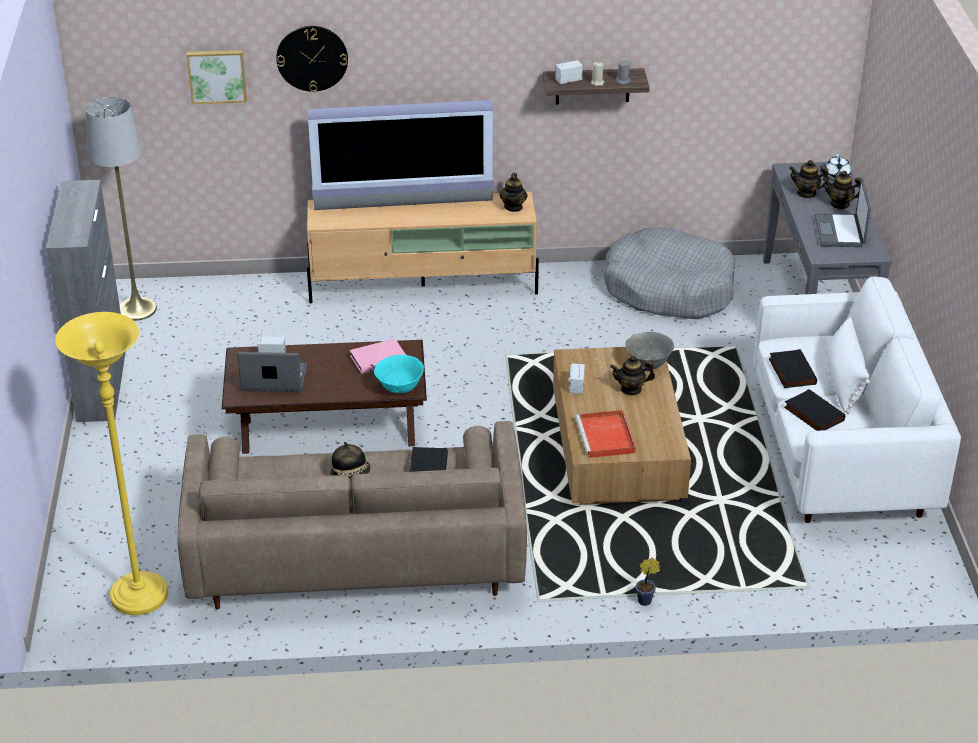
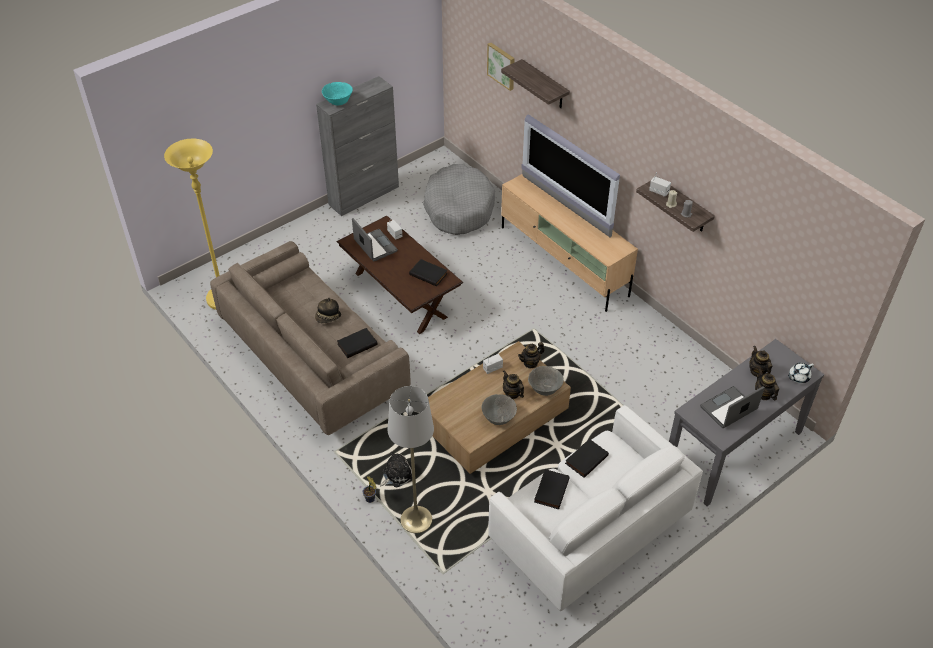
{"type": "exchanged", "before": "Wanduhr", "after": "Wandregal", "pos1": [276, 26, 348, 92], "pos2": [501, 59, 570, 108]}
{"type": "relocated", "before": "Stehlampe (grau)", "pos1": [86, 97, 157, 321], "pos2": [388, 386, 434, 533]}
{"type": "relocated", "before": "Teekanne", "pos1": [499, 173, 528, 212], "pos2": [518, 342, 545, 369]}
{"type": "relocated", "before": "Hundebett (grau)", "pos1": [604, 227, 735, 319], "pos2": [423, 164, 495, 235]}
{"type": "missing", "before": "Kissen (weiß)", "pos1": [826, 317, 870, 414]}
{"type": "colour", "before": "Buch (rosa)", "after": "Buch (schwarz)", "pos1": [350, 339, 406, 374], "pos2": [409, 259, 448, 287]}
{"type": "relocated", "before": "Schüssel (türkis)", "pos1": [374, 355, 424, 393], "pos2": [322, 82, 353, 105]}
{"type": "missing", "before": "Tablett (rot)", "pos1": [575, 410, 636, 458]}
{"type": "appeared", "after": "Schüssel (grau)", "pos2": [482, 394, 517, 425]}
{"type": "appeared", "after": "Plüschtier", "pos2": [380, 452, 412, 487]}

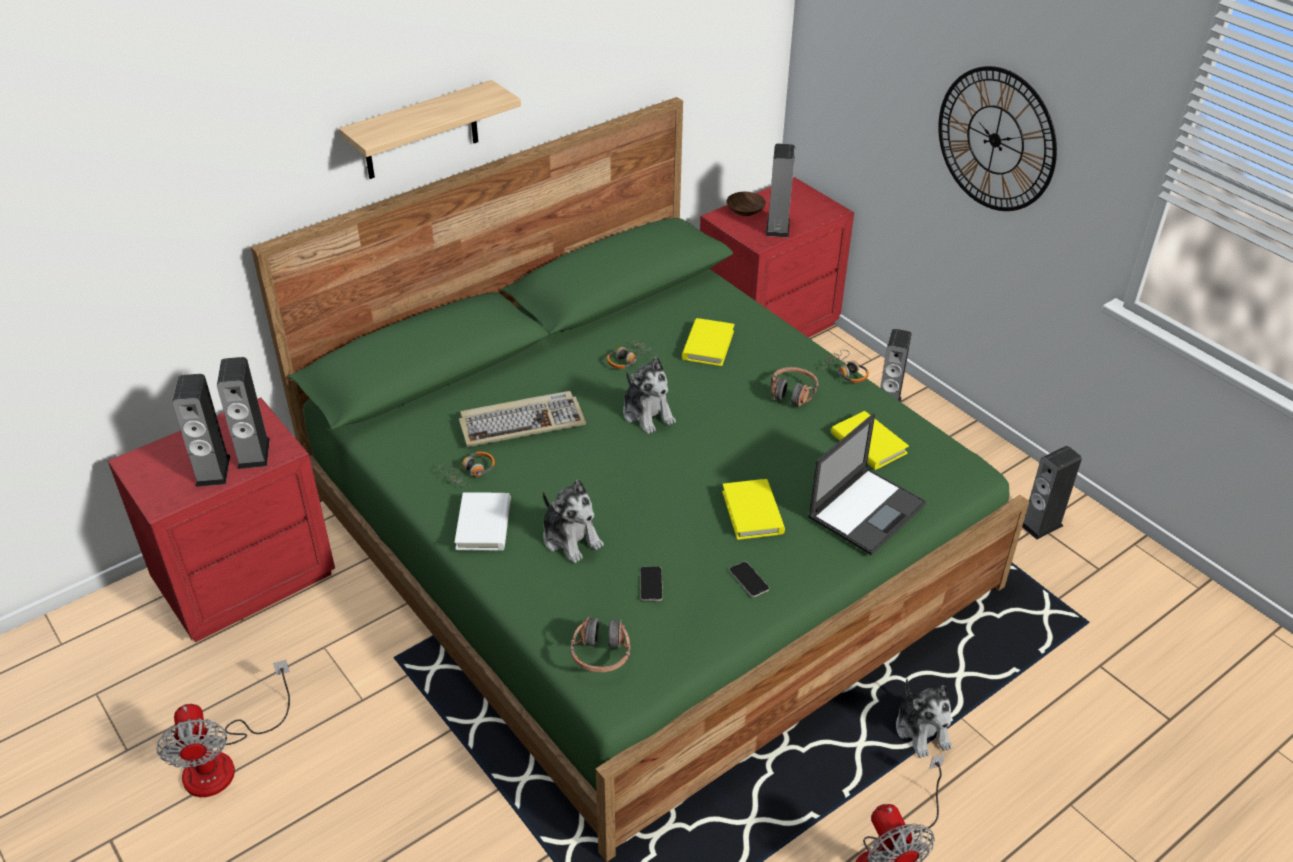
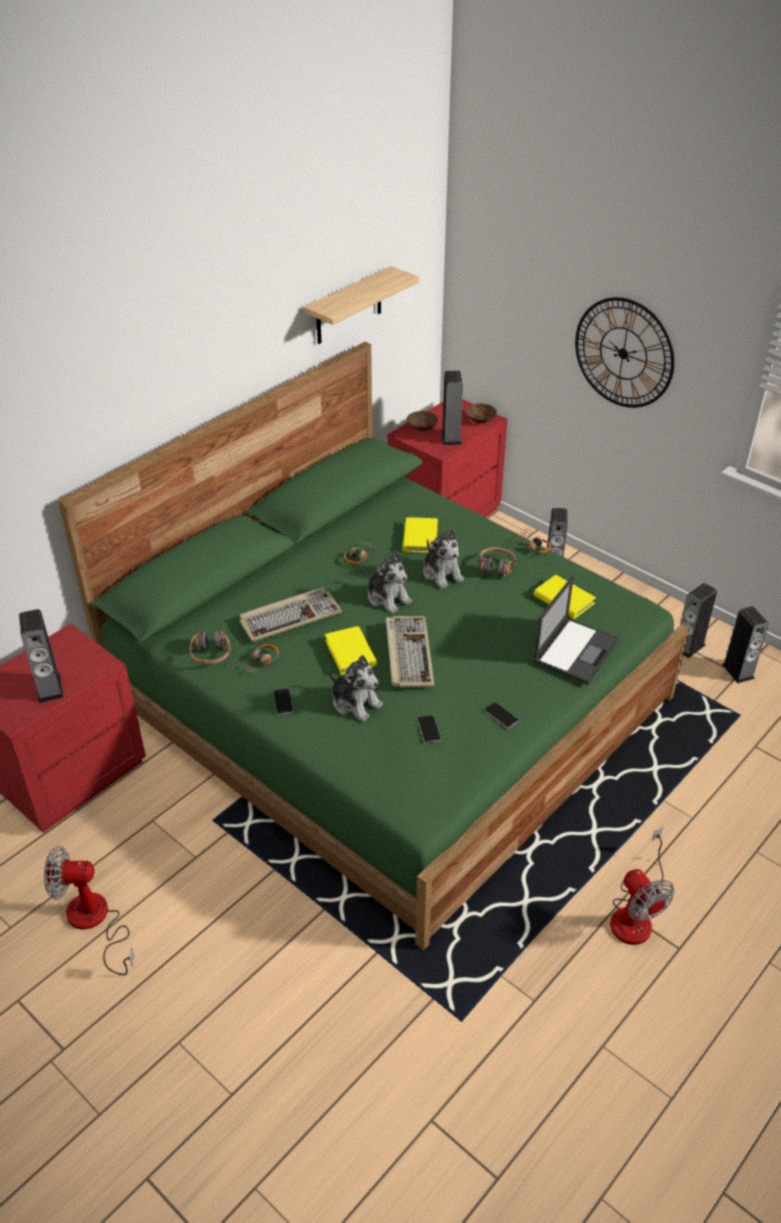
{"type": "relocated", "before": "Wandregal", "pos1": [339, 80, 521, 179], "pos2": [303, 266, 420, 344]}
{"type": "relocated", "before": "Lautsprecher", "pos1": [217, 357, 270, 469], "pos2": [722, 606, 769, 683]}
{"type": "relocated", "before": "Buch (gelb)", "pos1": [722, 479, 785, 540], "pos2": [325, 626, 377, 675]}
{"type": "exchanged", "before": "Buch (weiß)", "after": "Handy", "pos1": [454, 492, 511, 551], "pos2": [274, 688, 293, 715]}
{"type": "relocated", "before": "Kopfhörer", "pos1": [570, 617, 631, 672], "pos2": [189, 630, 231, 664]}
{"type": "spun", "before": "Ventilator", "pos1": [156, 660, 290, 797], "pos2": [44, 846, 134, 975], "turn": 120}
{"type": "relocated", "before": "Plüschtier", "pos1": [896, 679, 952, 758], "pos2": [423, 528, 464, 589]}
{"type": "appeared", "after": "Schüssel (braun)", "pos2": [465, 403, 497, 423]}
{"type": "appeared", "after": "Tastatur", "pos2": [386, 616, 434, 687]}

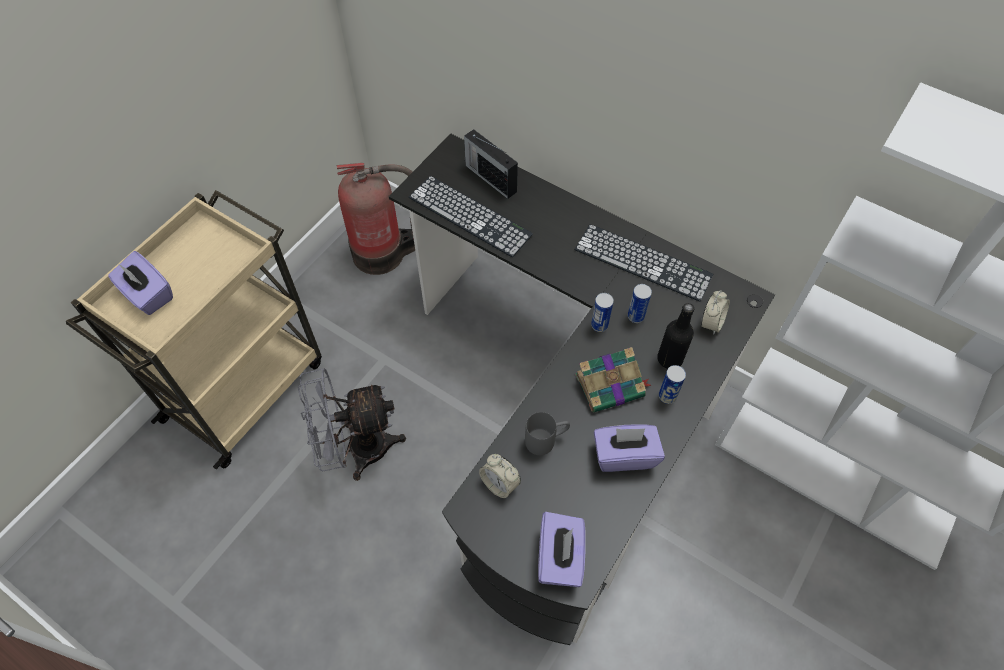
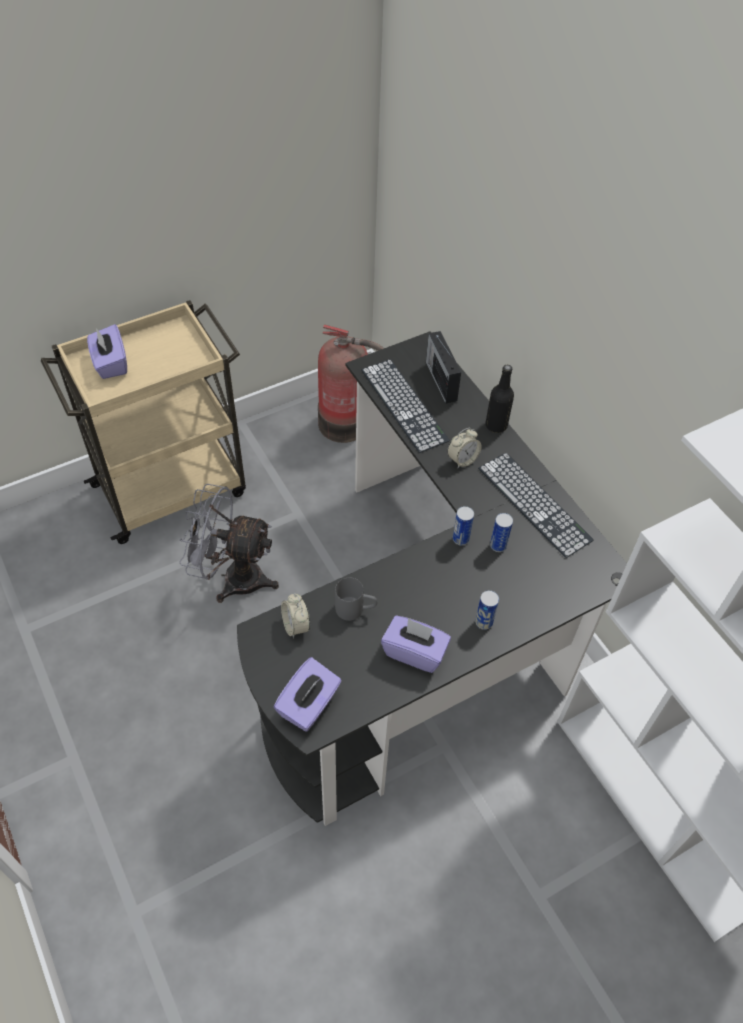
{"type": "relocated", "before": "Wecker", "pos1": [701, 290, 730, 335], "pos2": [447, 428, 482, 468]}
{"type": "relocated", "before": "Flasche (schwarz)", "pos1": [657, 303, 694, 369], "pos2": [485, 365, 514, 433]}
{"type": "missing", "before": "Buch", "pos1": [575, 347, 651, 413]}

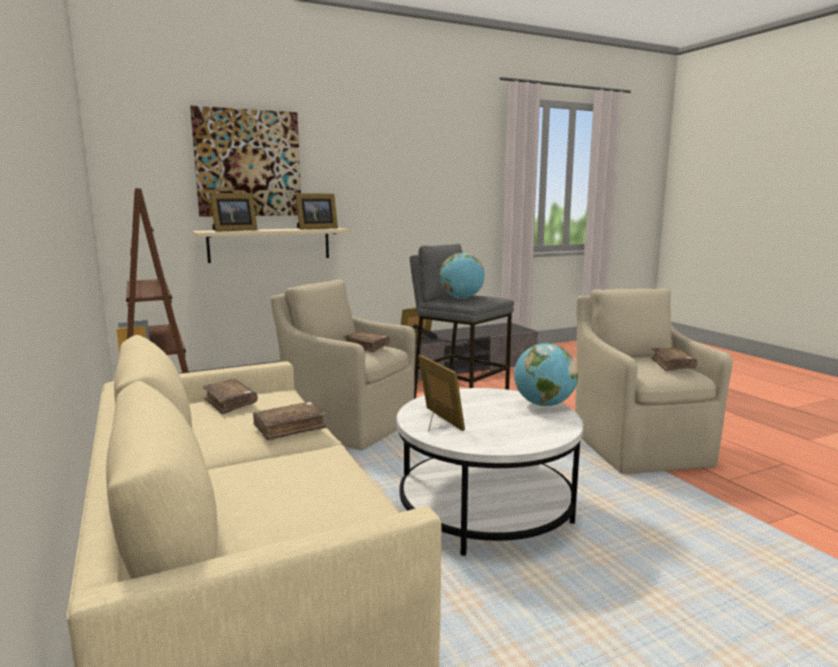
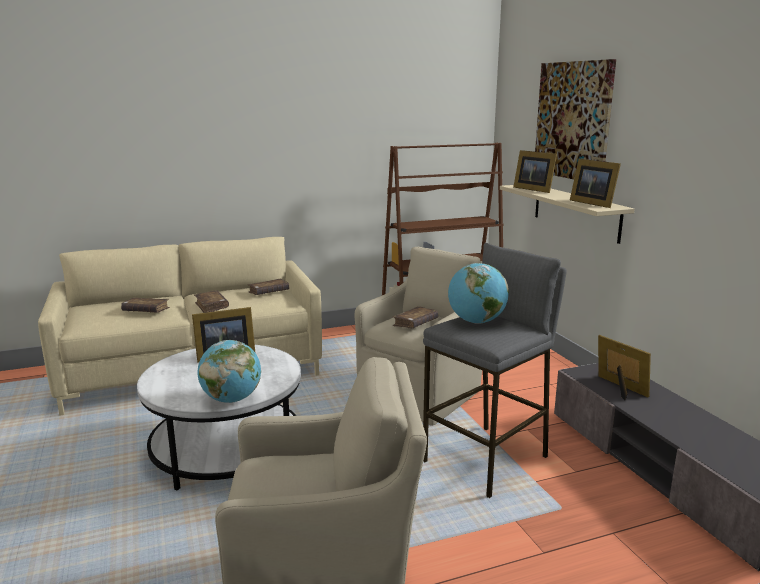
{"type": "relocated", "before": "Buch (braun)", "pos1": [651, 348, 697, 371], "pos2": [121, 298, 170, 313]}

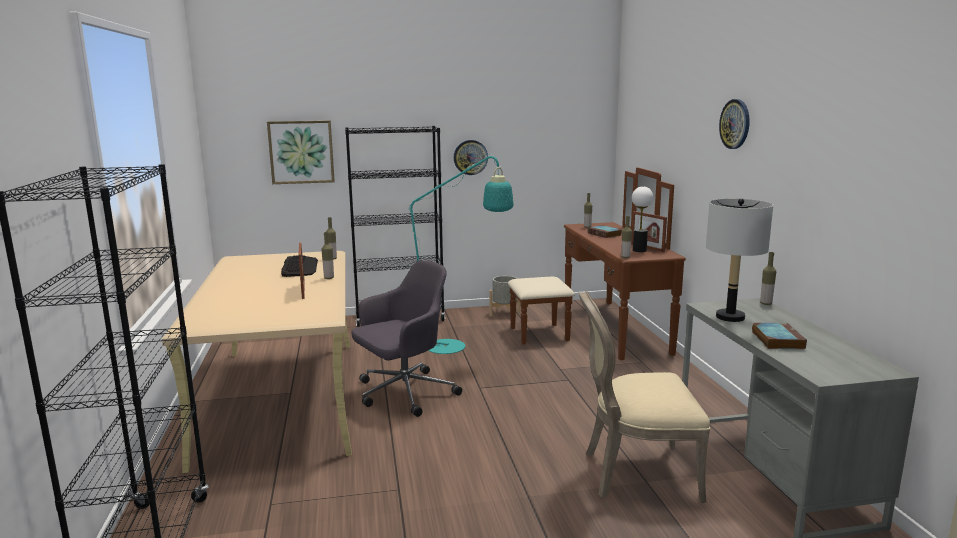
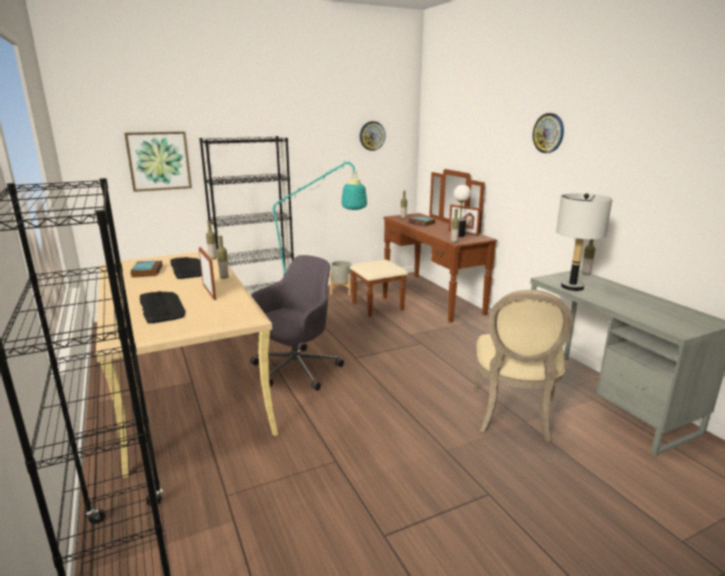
{"type": "relocated", "before": "Wanduhr", "pos1": [454, 140, 488, 175], "pos2": [360, 121, 386, 151]}
{"type": "spun", "before": "Stuhl (beige)", "pos1": [579, 291, 710, 503], "pos2": [474, 290, 573, 442], "turn": -60}
{"type": "relocated", "before": "Buch", "pos1": [752, 323, 807, 349], "pos2": [131, 260, 162, 278]}
{"type": "appeared", "after": "Tastatur", "pos2": [140, 291, 186, 324]}

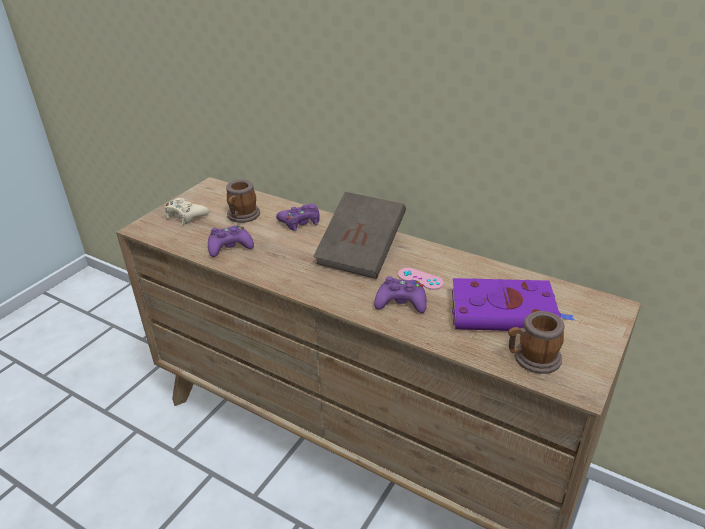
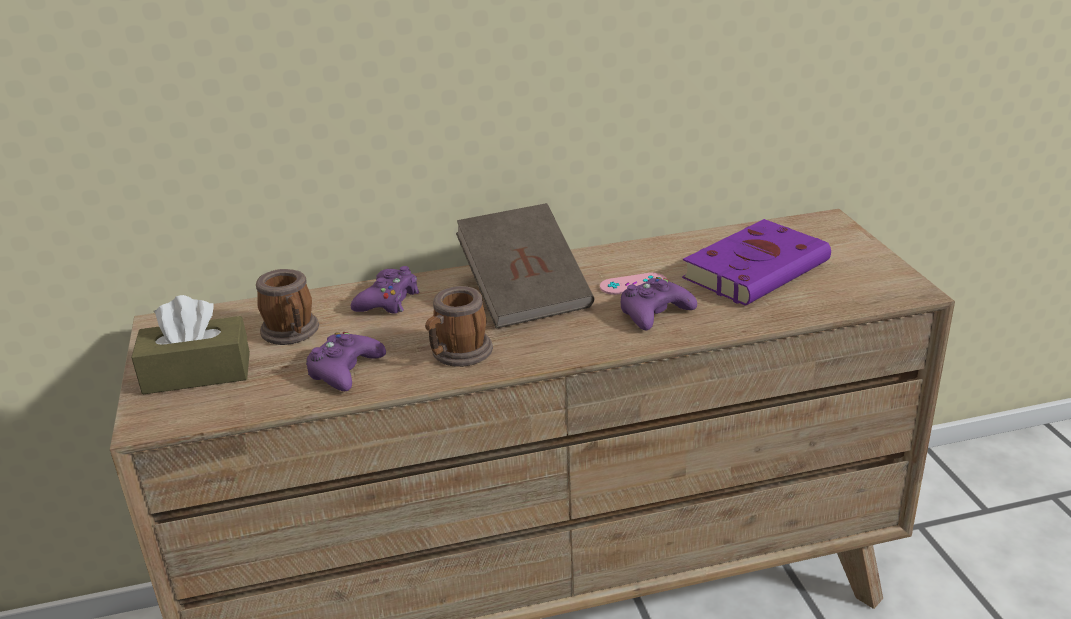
{"type": "exchanged", "before": "Gamepad (beige)", "after": "Taschentuchbox (braun)", "pos1": [165, 198, 209, 224], "pos2": [131, 295, 250, 394]}
{"type": "relocated", "before": "Henkelbecher", "pos1": [508, 311, 565, 374], "pos2": [425, 286, 493, 367]}

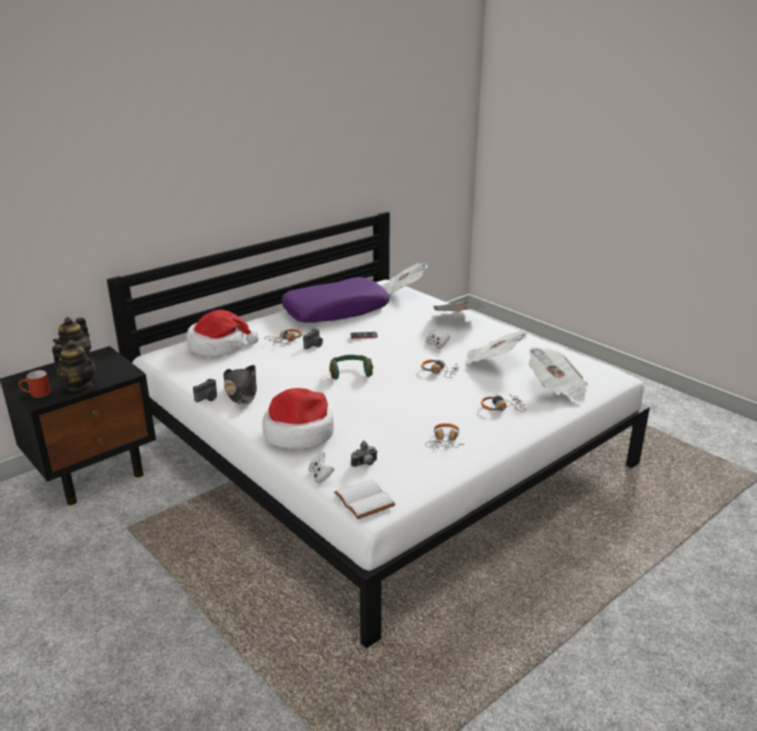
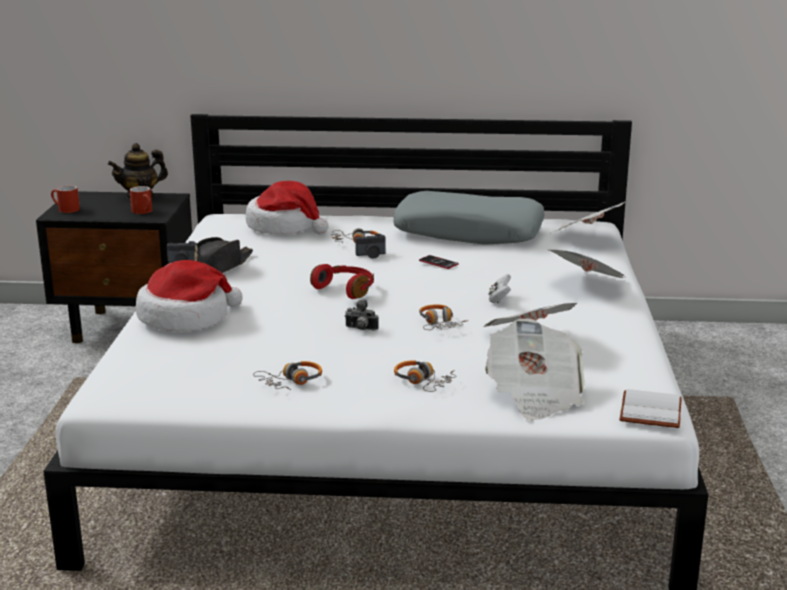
{"type": "colour", "before": "Kissen (lila)", "after": "Kissen (grau)", "pos1": [281, 277, 389, 323], "pos2": [393, 191, 544, 245]}
{"type": "missing", "before": "Teekanne", "pos1": [52, 340, 95, 392]}
{"type": "colour", "before": "Kopfhörer (grün)", "after": "Kopfhörer (rot)", "pos1": [329, 355, 373, 380], "pos2": [310, 264, 374, 299]}
{"type": "relocated", "before": "Kamera", "pos1": [351, 441, 378, 467], "pos2": [345, 300, 379, 331]}
{"type": "missing", "before": "Gamepad (weiß)", "pos1": [309, 451, 334, 483]}
{"type": "relocated", "before": "Buch (weiß)", "pos1": [334, 479, 396, 519], "pos2": [620, 389, 681, 428]}
{"type": "appeared", "after": "Henkelbecher (rot)", "pos2": [130, 186, 152, 214]}

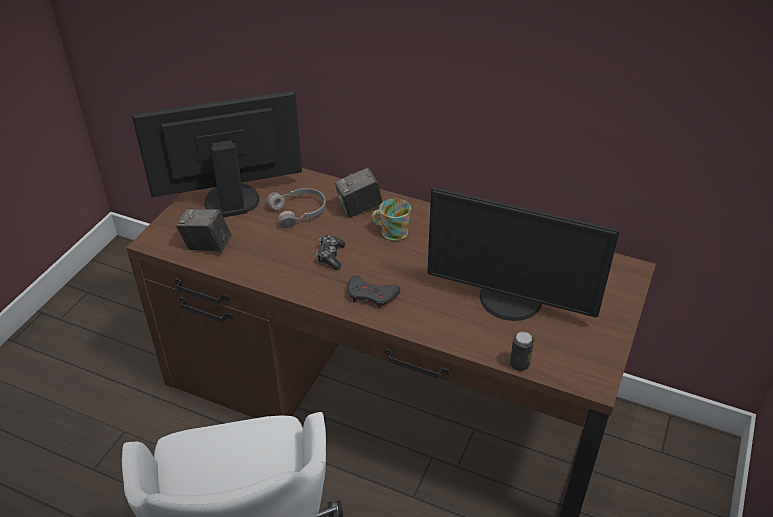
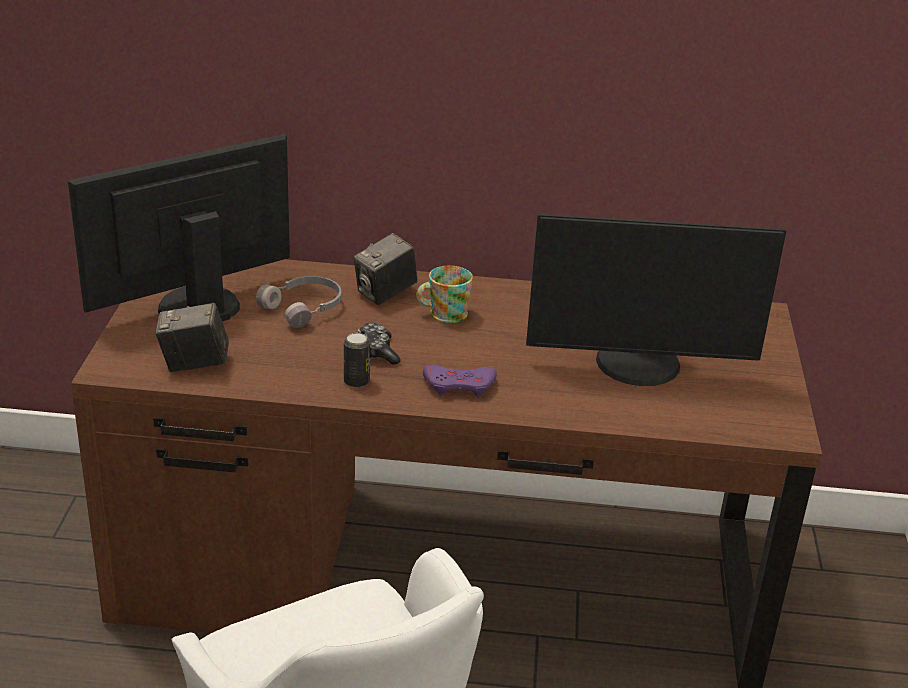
{"type": "colour", "before": "Gamepad (grau)", "after": "Gamepad (lila)", "pos1": [348, 276, 400, 309], "pos2": [423, 365, 497, 399]}
{"type": "relocated", "before": "Dose", "pos1": [510, 332, 534, 371], "pos2": [344, 333, 370, 388]}

